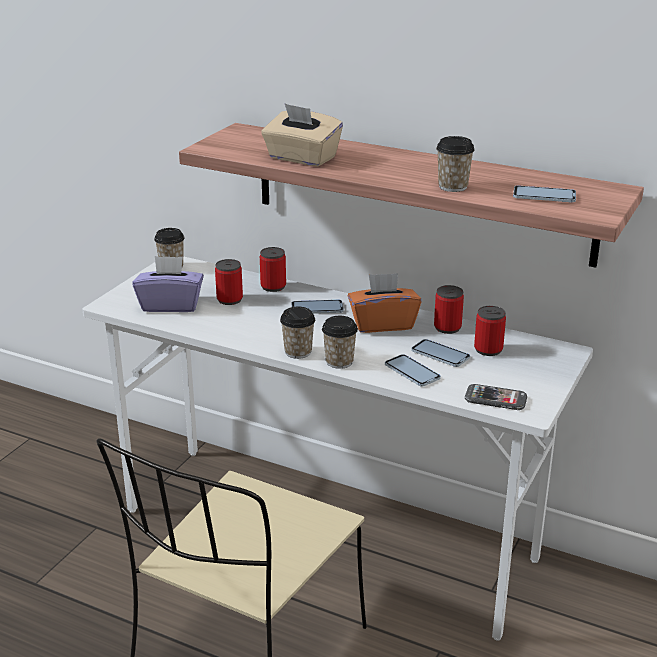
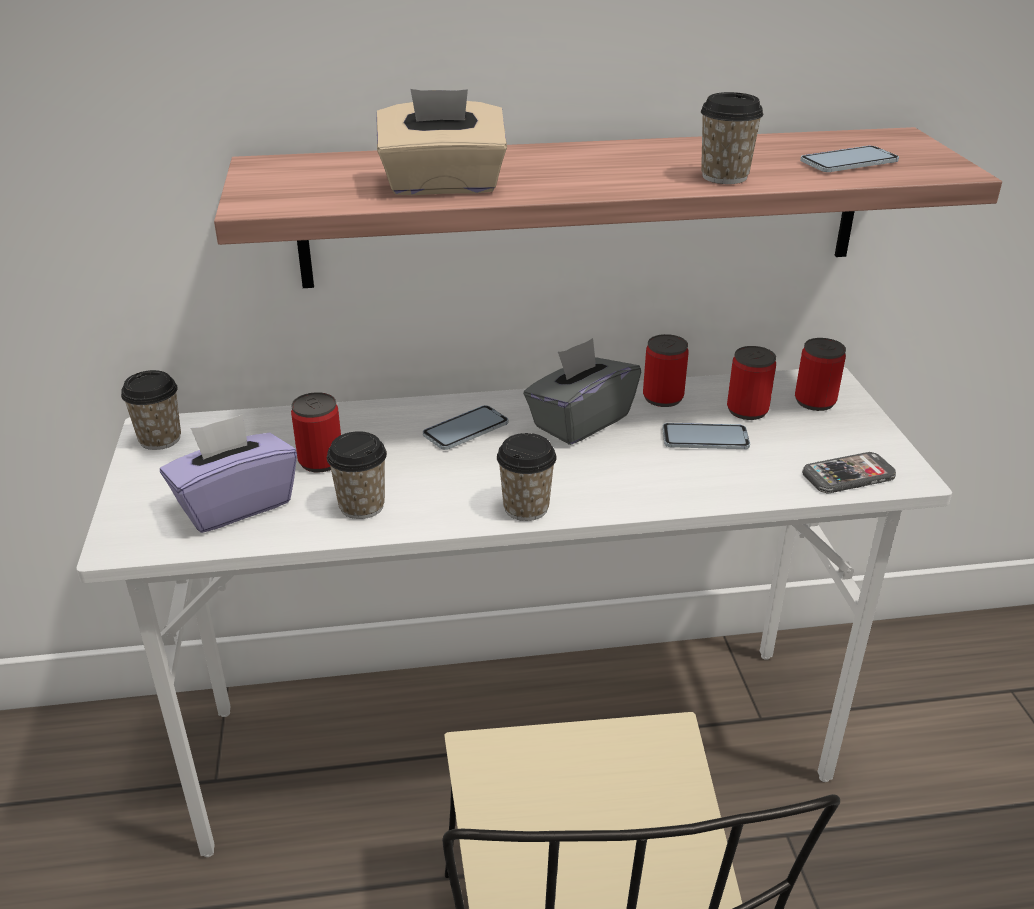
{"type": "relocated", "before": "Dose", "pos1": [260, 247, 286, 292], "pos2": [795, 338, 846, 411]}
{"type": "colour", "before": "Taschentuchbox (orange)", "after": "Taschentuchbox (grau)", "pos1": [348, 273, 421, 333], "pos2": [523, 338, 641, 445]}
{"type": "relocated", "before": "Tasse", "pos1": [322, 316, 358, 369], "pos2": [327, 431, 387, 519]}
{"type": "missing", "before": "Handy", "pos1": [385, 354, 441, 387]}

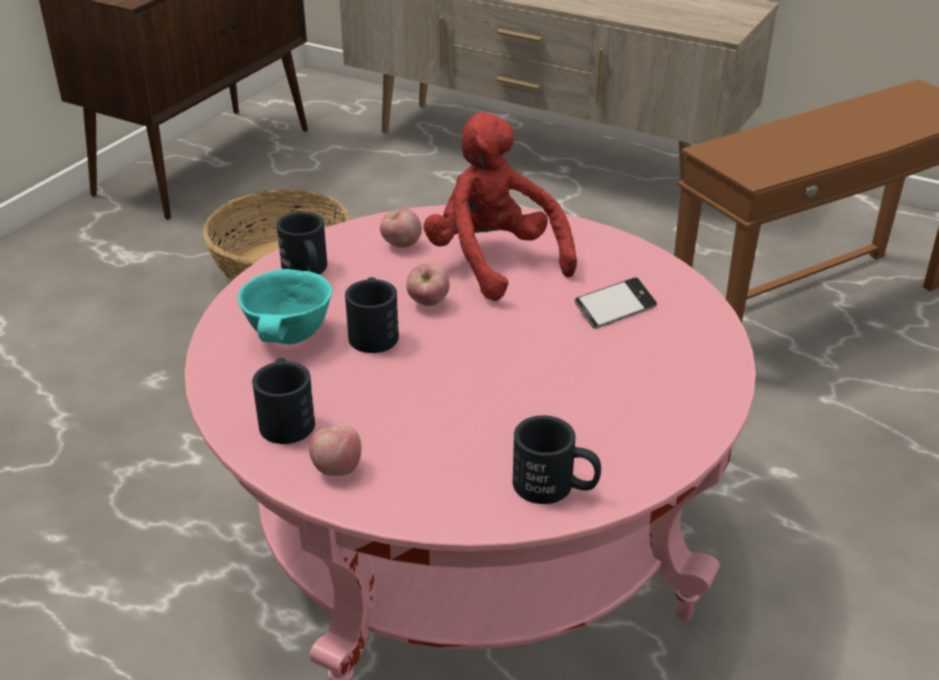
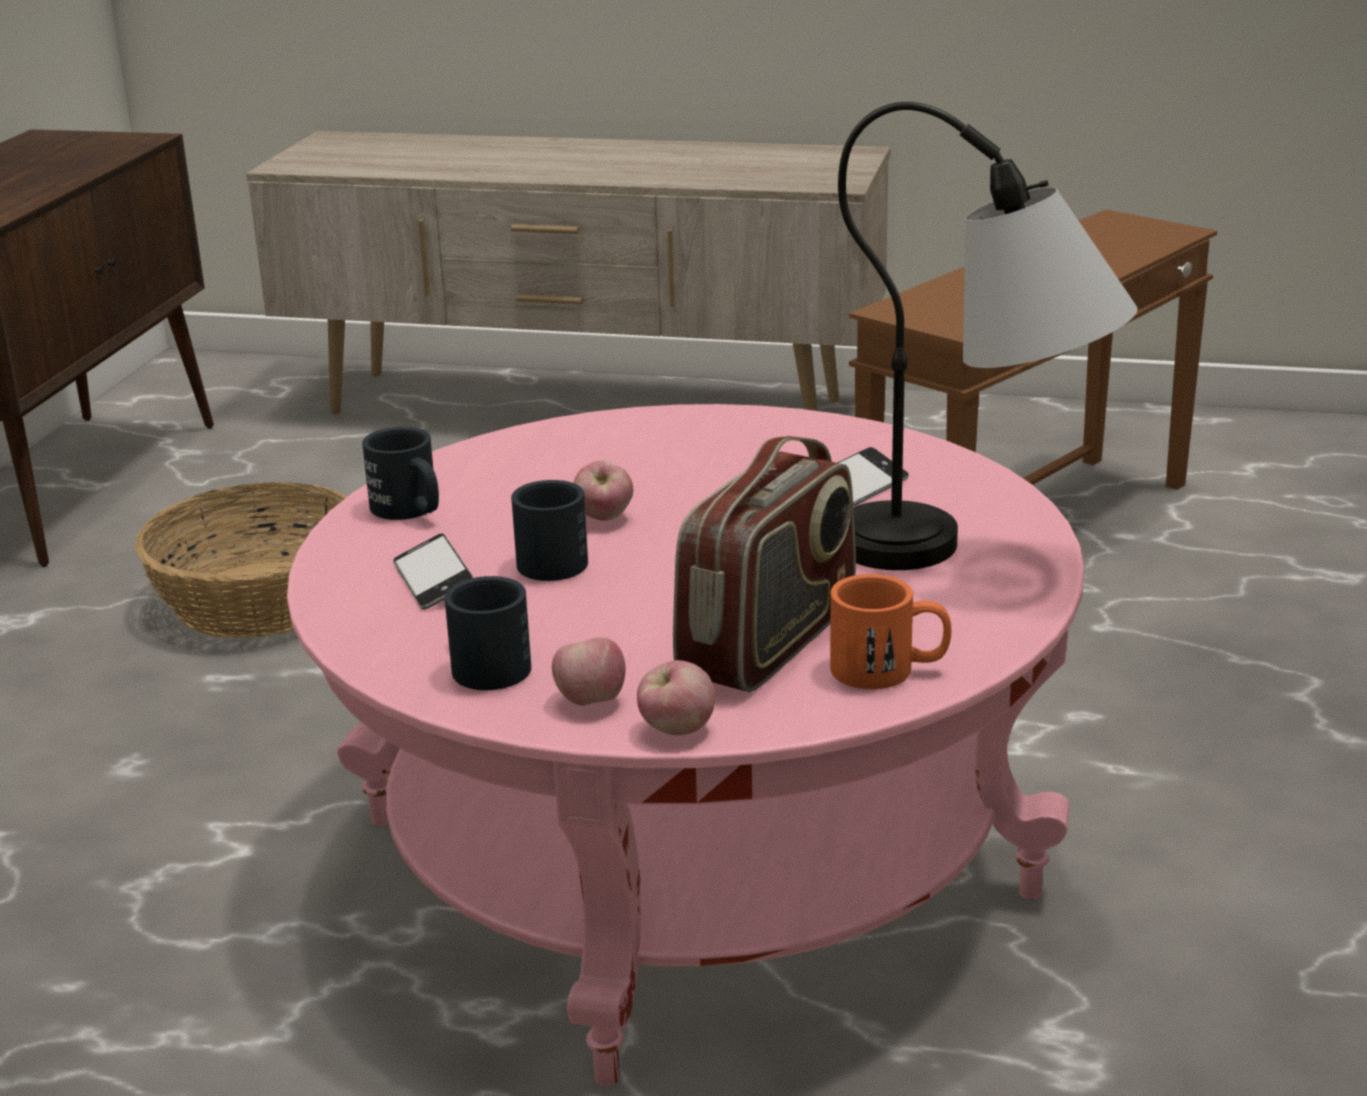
{"type": "missing", "before": "Plüschtier (rot)", "pos1": [423, 112, 577, 301]}
{"type": "relocated", "before": "Apfel", "pos1": [380, 208, 422, 248], "pos2": [637, 660, 715, 735]}
{"type": "exchanged", "before": "Schüssel (türkis)", "after": "Handy", "pos1": [238, 269, 332, 344], "pos2": [393, 533, 474, 610]}
{"type": "colour", "before": "Henkelbecher (schwarz)", "after": "Henkelbecher (orange)", "pos1": [513, 415, 601, 504], "pos2": [830, 574, 952, 689]}
{"type": "appeared", "after": "Tischlampe", "pos2": [838, 102, 1137, 570]}
{"type": "appeared", "after": "Radio", "pos2": [673, 436, 856, 692]}

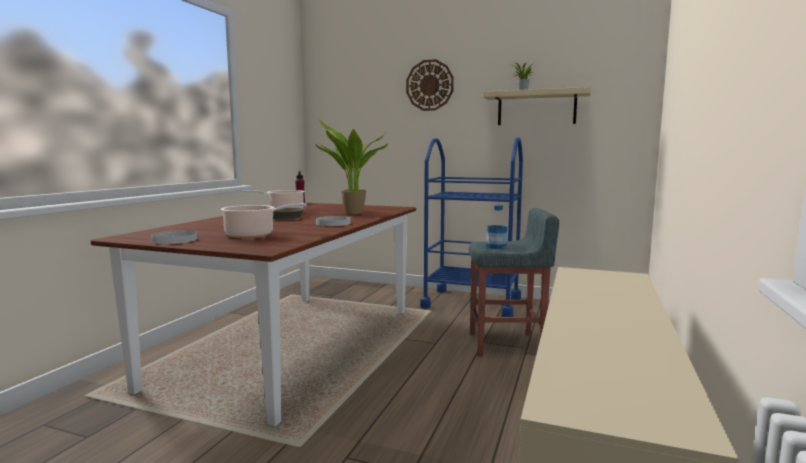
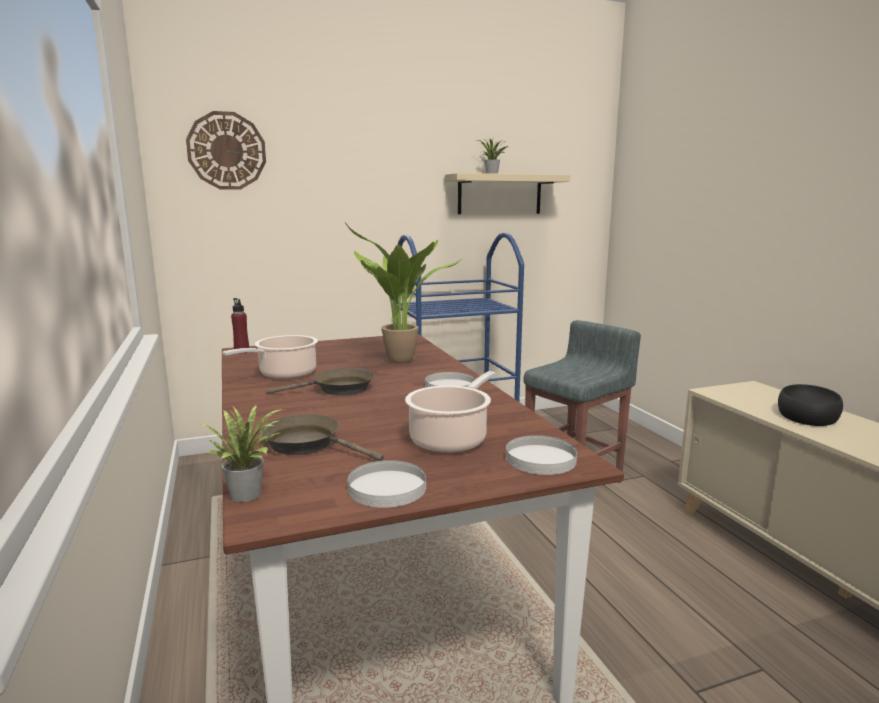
{"type": "relocated", "before": "Wanduhr", "pos1": [406, 59, 454, 111], "pos2": [186, 111, 266, 190]}
{"type": "missing", "before": "Flasche", "pos1": [486, 205, 507, 249]}
{"type": "appeared", "after": "Schüssel (schwarz)", "pos2": [778, 384, 843, 426]}
{"type": "appeared", "after": "Topfpflanze", "pos2": [197, 404, 282, 502]}
{"type": "appeared", "after": "Pfanne (braun)", "pos2": [260, 414, 384, 461]}
{"type": "appeared", "after": "Teller (weiß)", "pos2": [506, 435, 577, 475]}

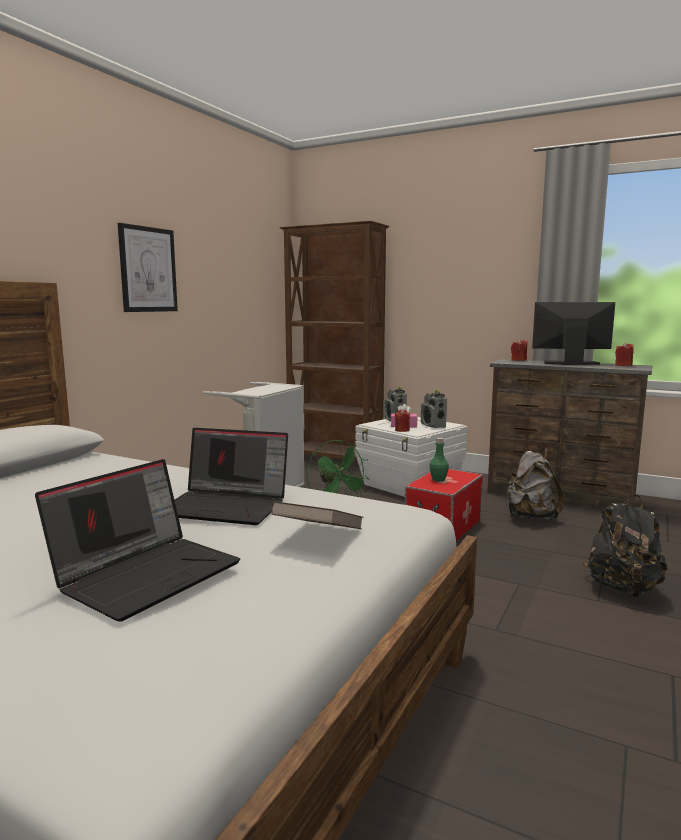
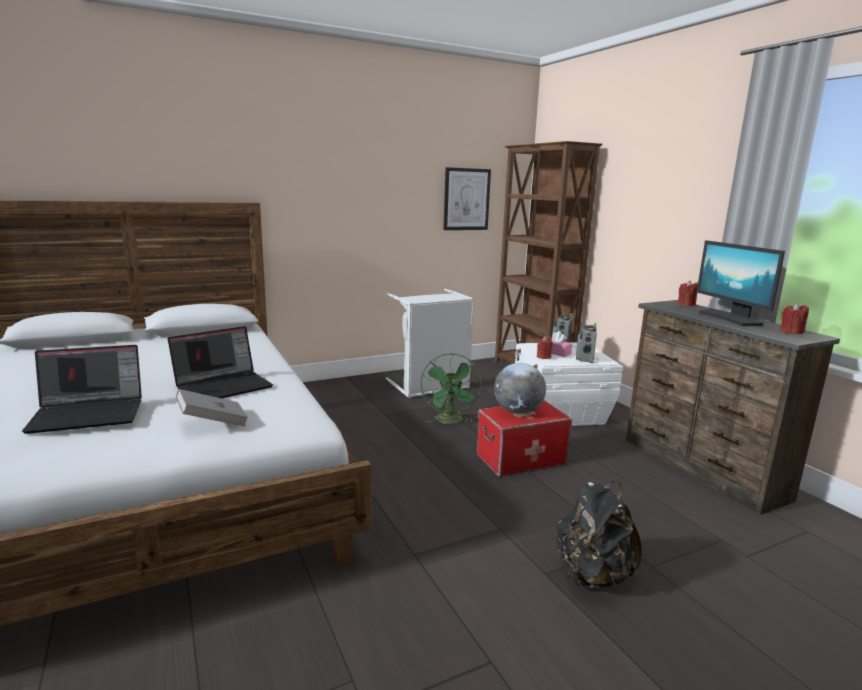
{"type": "relocated", "before": "Bild", "pos1": [118, 223, 178, 312], "pos2": [443, 167, 491, 230]}
{"type": "spun", "before": "Monitor", "pos1": [532, 302, 615, 365], "pos2": [697, 240, 785, 326], "turn": -150}
{"type": "spun", "before": "Laptop", "pos1": [175, 428, 288, 525], "pos2": [168, 326, 273, 398], "turn": -90}
{"type": "exchanged", "before": "Flasche (grün)", "after": "Globus", "pos1": [429, 438, 449, 482], "pos2": [494, 363, 546, 414]}
{"type": "missing", "before": "Rucksack (grau)", "pos1": [506, 448, 564, 519]}
{"type": "colour", "before": "Buch (braun)", "after": "Buch (grau)", "pos1": [271, 501, 364, 529], "pos2": [176, 389, 248, 426]}

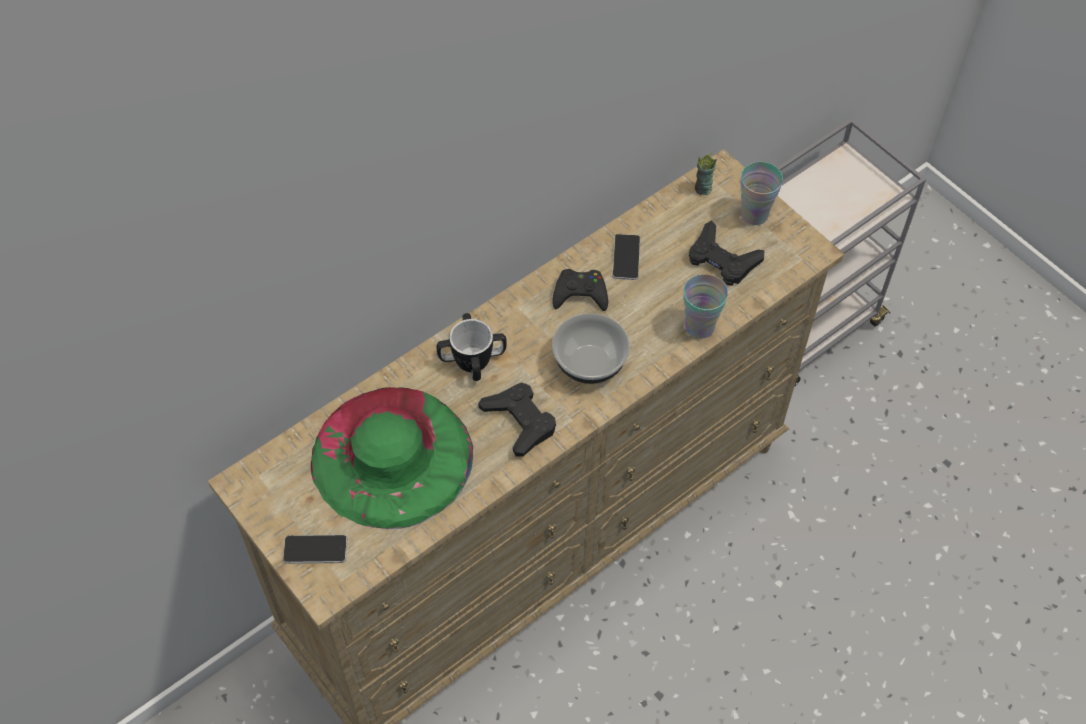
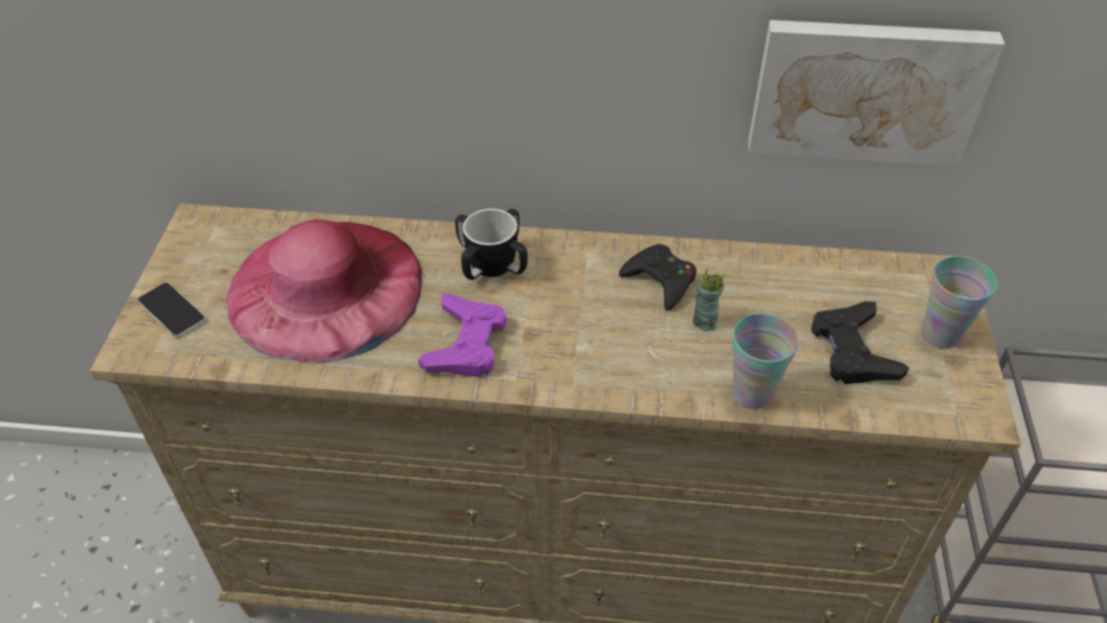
{"type": "relocated", "before": "Tasse", "pos1": [695, 153, 717, 195], "pos2": [693, 269, 726, 331]}
{"type": "missing", "before": "Handy", "pos1": [612, 234, 640, 280]}
{"type": "missing", "before": "Schüssel", "pos1": [552, 313, 630, 384]}
{"type": "colour", "before": "Gamepad (schwarz)", "after": "Gamepad (lila)", "pos1": [478, 383, 556, 457], "pos2": [418, 294, 507, 377]}
{"type": "colour", "before": "Hut (grün)", "after": "Hut (rosa)", "pos1": [311, 387, 473, 529], "pos2": [225, 219, 422, 363]}
{"type": "appeared", "after": "Bild", "pos2": [748, 20, 1005, 166]}

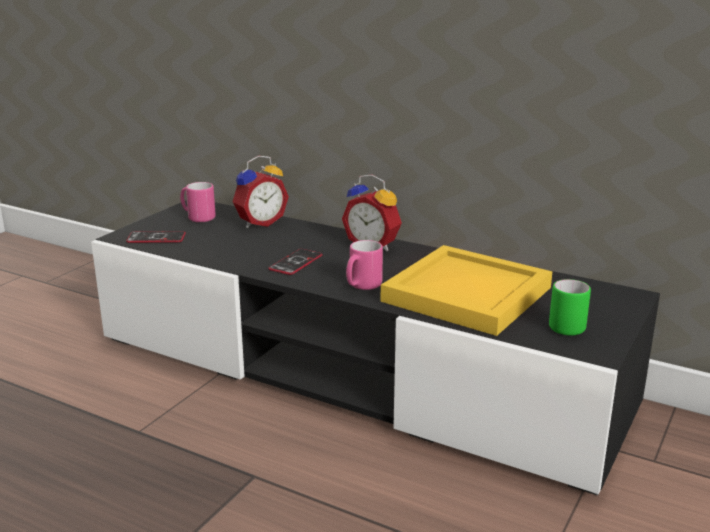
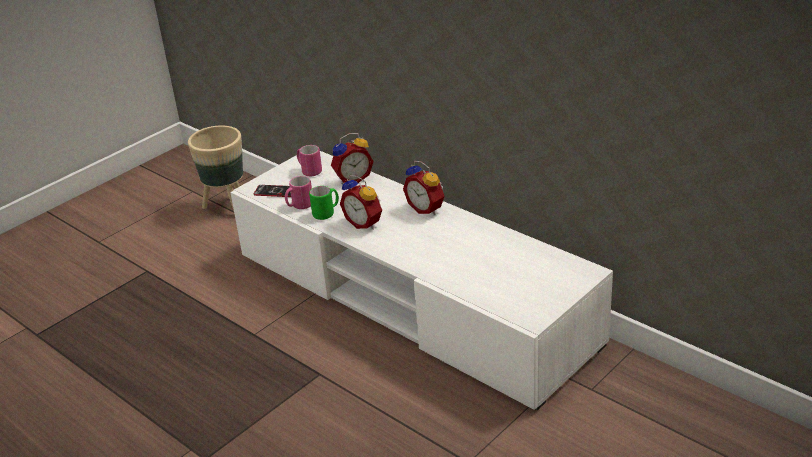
{"type": "colour", "before": "Fernsehschrank (schwarz)", "after": "Fernsehschrank (weiß)", "pos1": [91, 200, 660, 496], "pos2": [230, 151, 613, 410]}
{"type": "relocated", "before": "Henkelbecher (rosa)", "pos1": [346, 240, 383, 290], "pos2": [285, 176, 312, 209]}
{"type": "missing", "before": "Tablett (gelb)", "pos1": [381, 245, 553, 336]}
{"type": "exchanged", "before": "Handy", "after": "Wecker", "pos1": [268, 249, 323, 275], "pos2": [340, 175, 382, 230]}
{"type": "relocated", "before": "Henkelbecher (grün)", "pos1": [549, 279, 591, 335], "pos2": [309, 186, 339, 220]}
{"type": "appeared", "after": "Pflanzkübel (beige)", "pos2": [188, 125, 243, 211]}

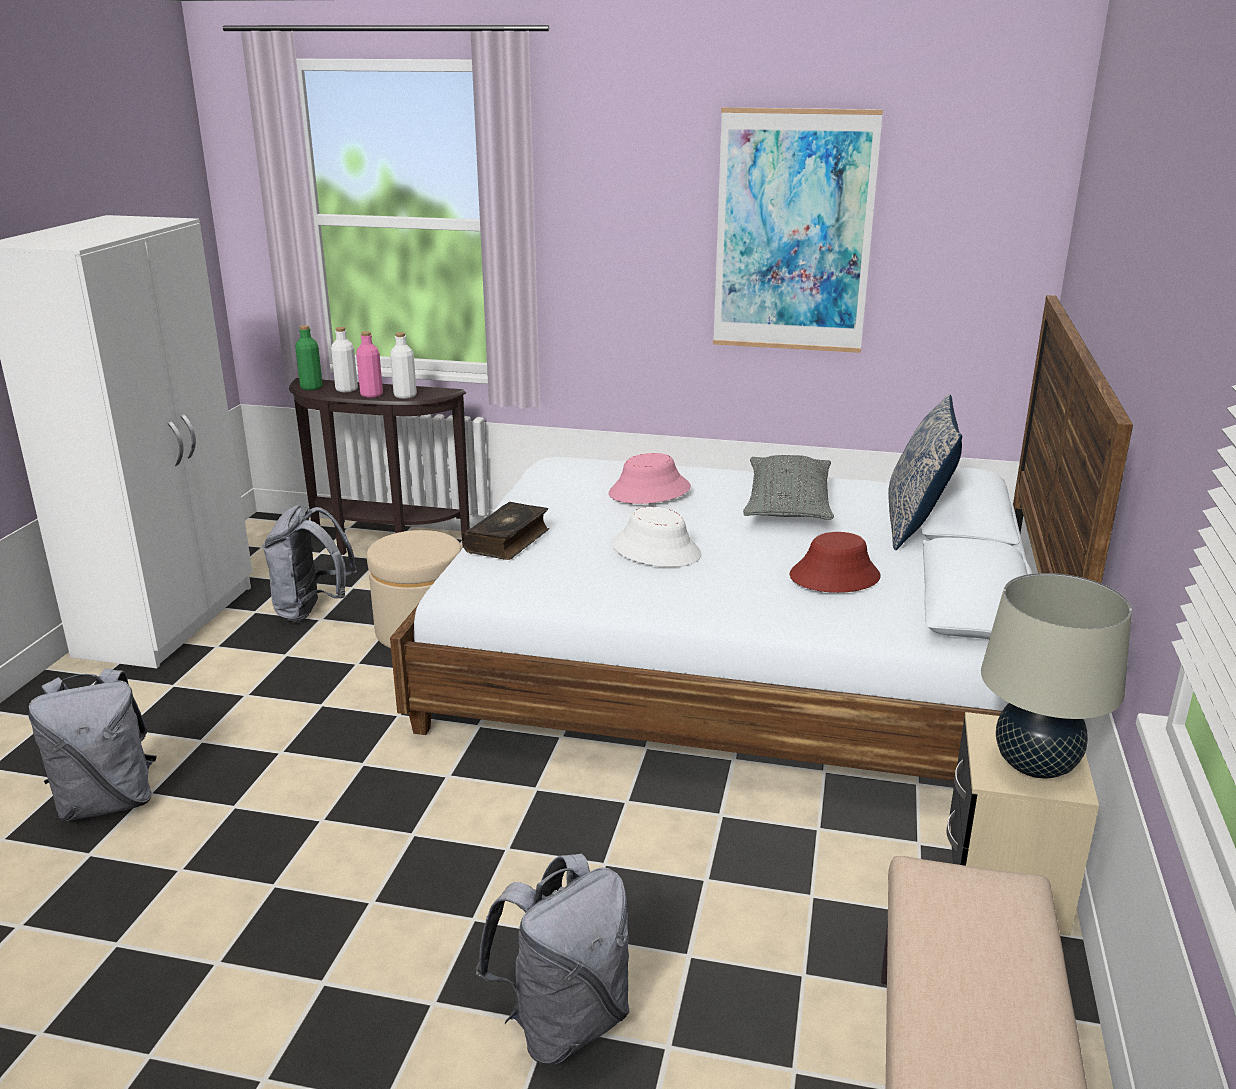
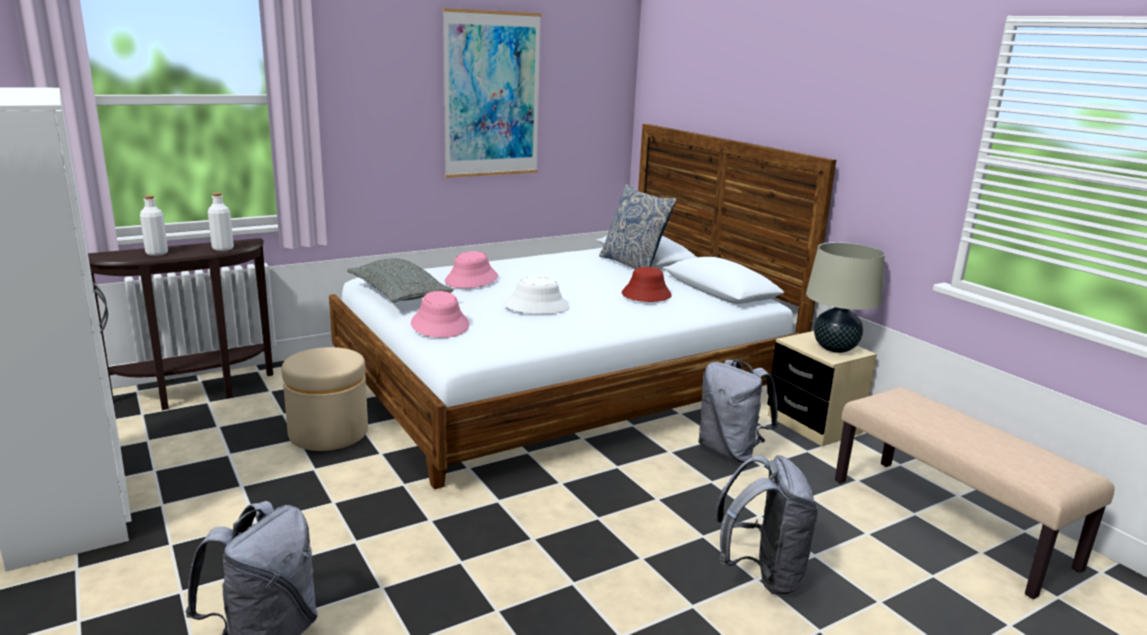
{"type": "missing", "before": "Flasche (grün)", "pos1": [295, 325, 323, 390]}
{"type": "missing", "before": "Flasche (rosa)", "pos1": [356, 331, 383, 398]}
{"type": "relocated", "before": "Kissen (grau)", "pos1": [743, 455, 834, 520], "pos2": [347, 258, 454, 303]}
{"type": "exchanged", "before": "Buch", "after": "Hut (rosa)", "pos1": [462, 502, 549, 560], "pos2": [411, 291, 469, 338]}
{"type": "relocated", "before": "Rucksack (grau)", "pos1": [262, 505, 357, 622], "pos2": [698, 360, 778, 463]}

